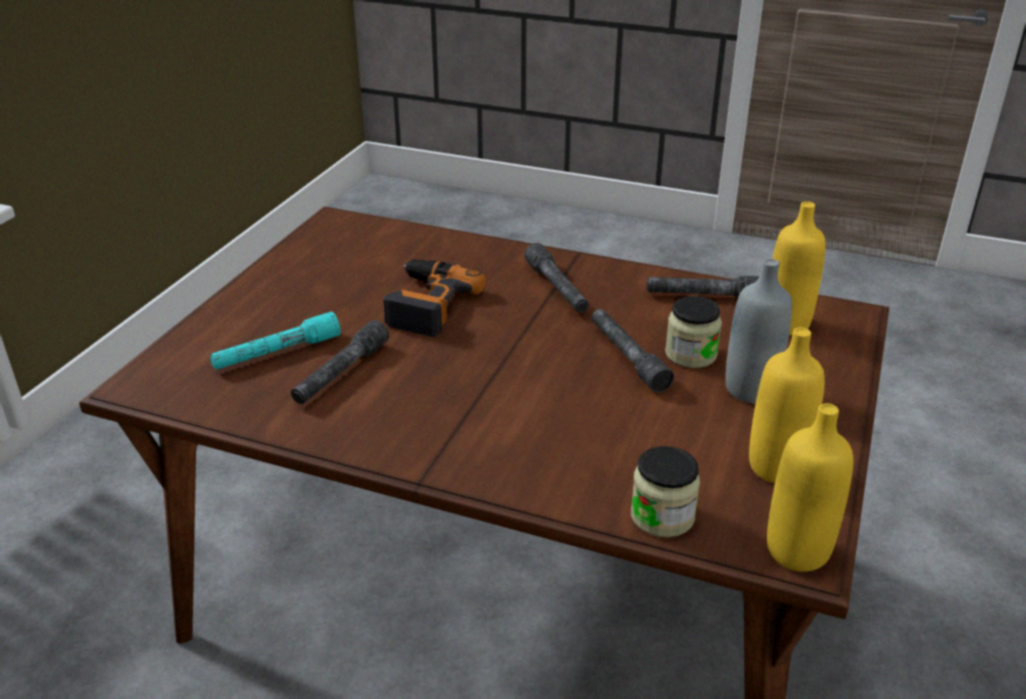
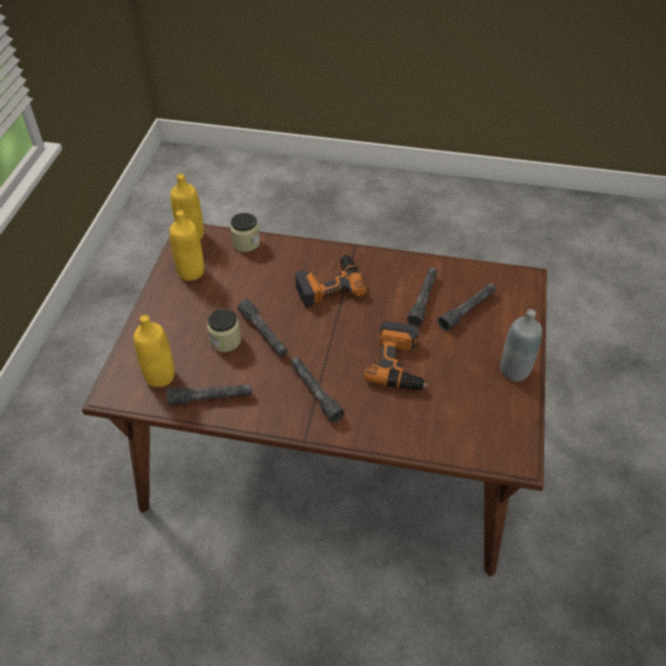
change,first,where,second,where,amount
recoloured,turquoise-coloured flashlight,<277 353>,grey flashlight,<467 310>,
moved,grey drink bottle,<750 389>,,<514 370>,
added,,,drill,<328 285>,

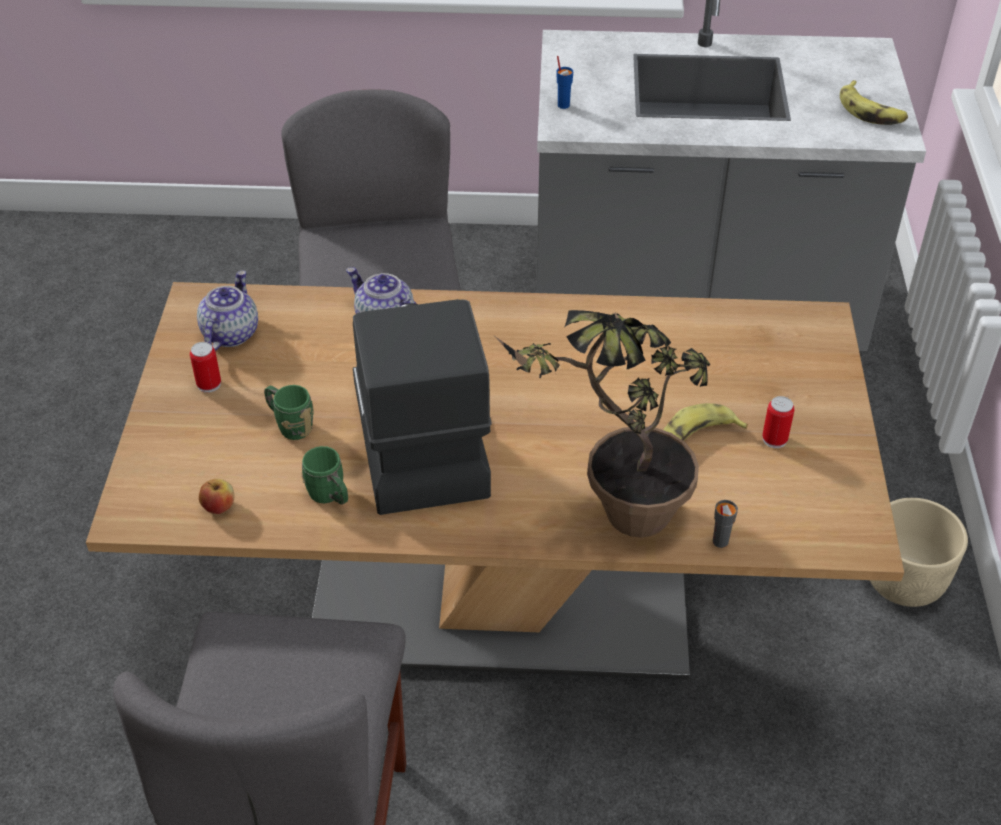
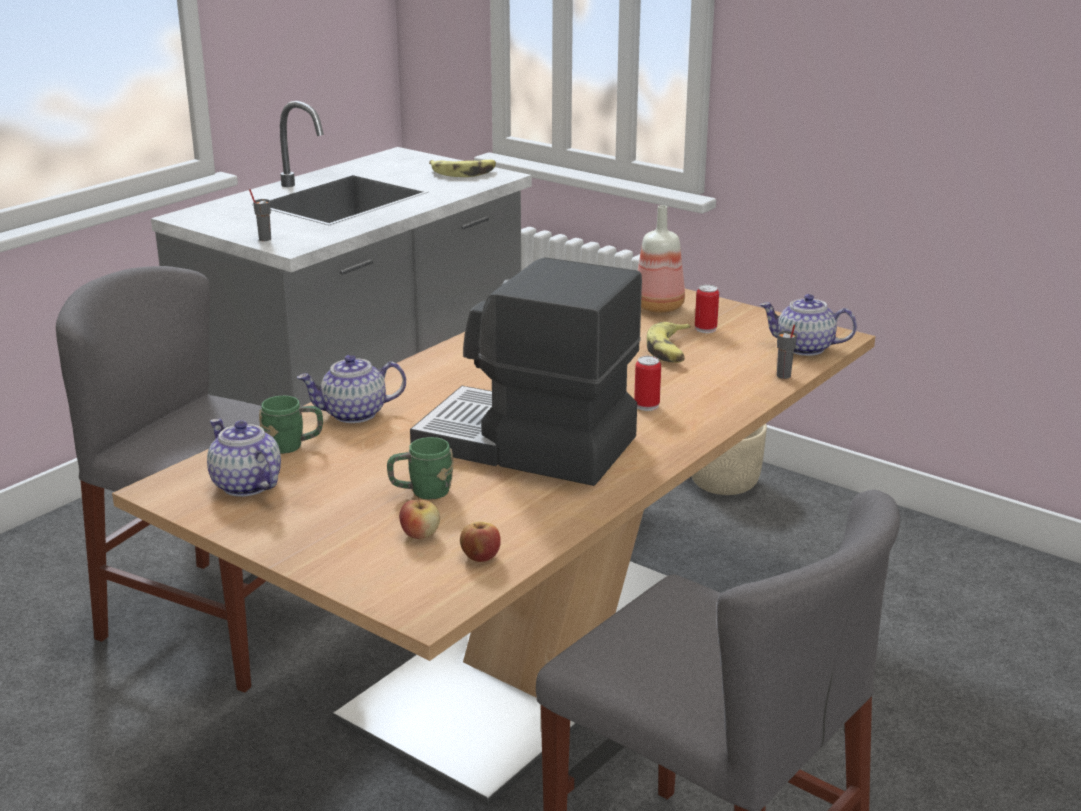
change,first,where,second,where,amount
moved,metal can,<209 384>,,<646 405>,
moved,green mug,<330 496>,,<293 446>,
removed,plant in a pot,<614 517>,,,
recoloured,bluish cup,<563 105>,grey cup,<264 239>,
added,,,whole apple,<420 534>,
added,,,drink bottle,<660 307>,
added,,,pot for tea,<804 348>,

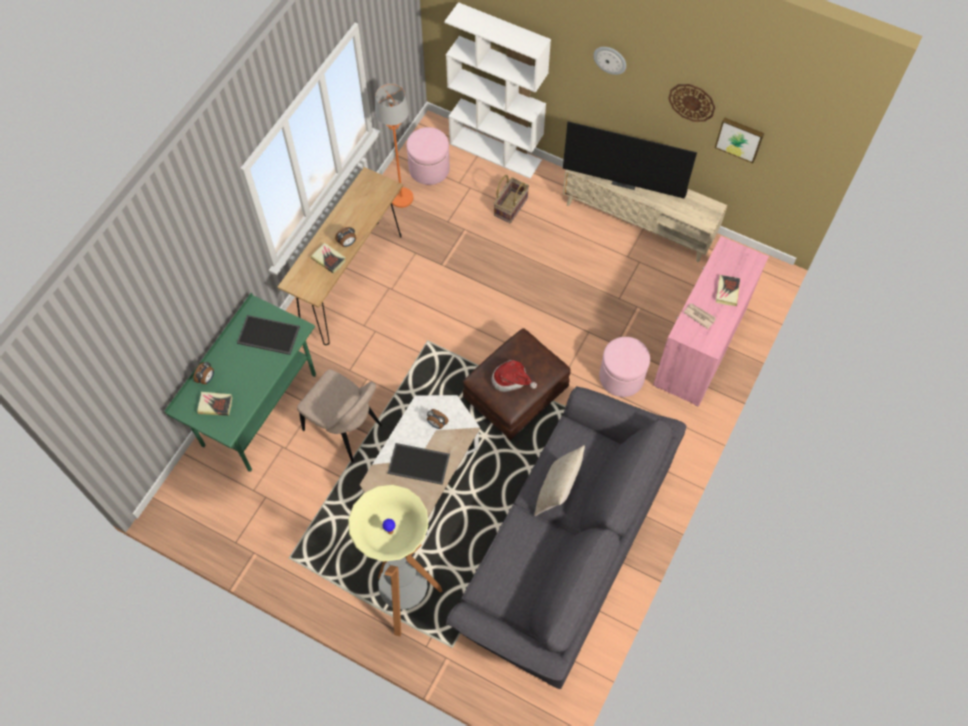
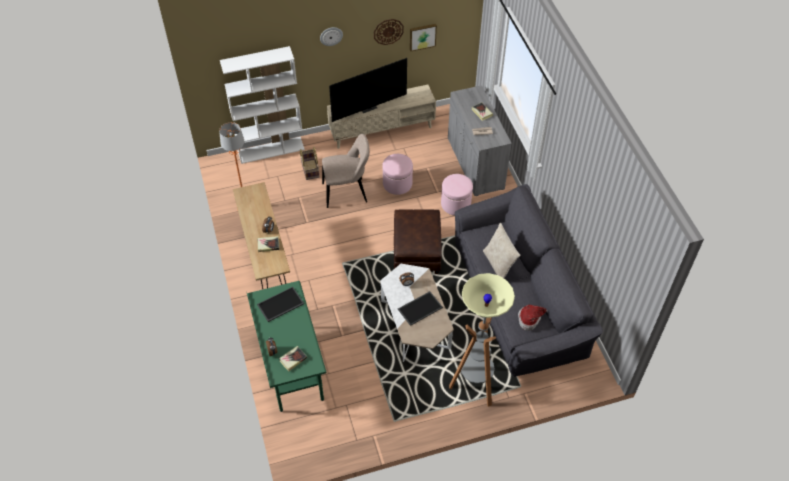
change,first,where,second,where,amount
moved,beige-coloured plain chair,<345 430>,,<347 193>,
moved,pink footrest,<429 169>,,<397 184>,
moved,wearable hat,<511 380>,,<530 319>,
recoloured,pink cabinet,<699 347>,grey cabinet,<475 164>,

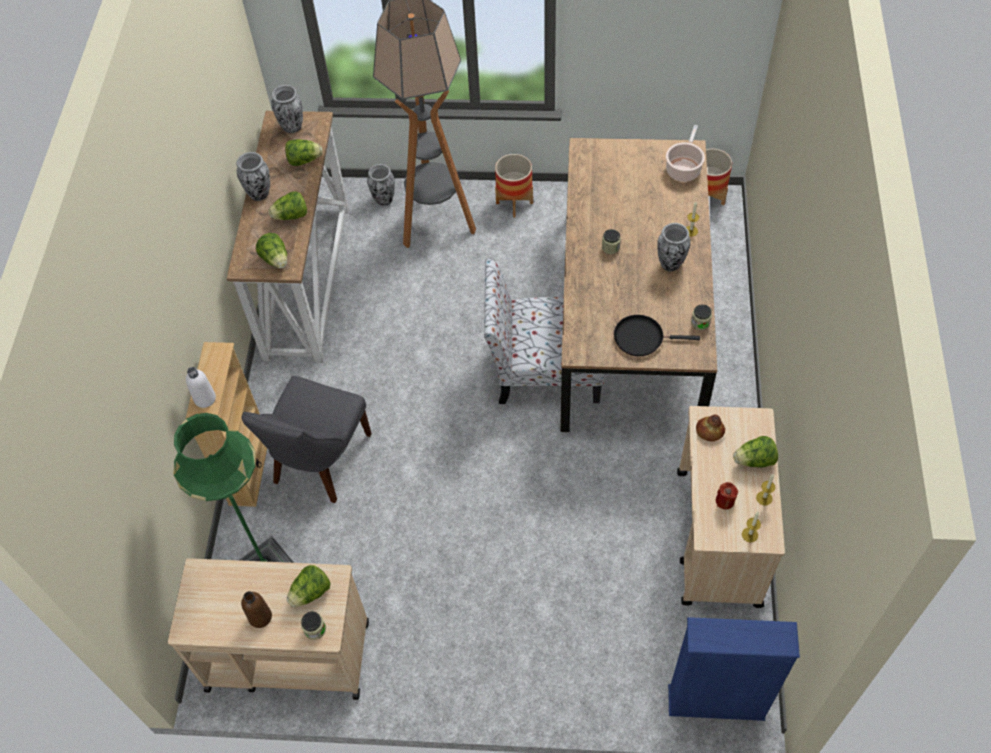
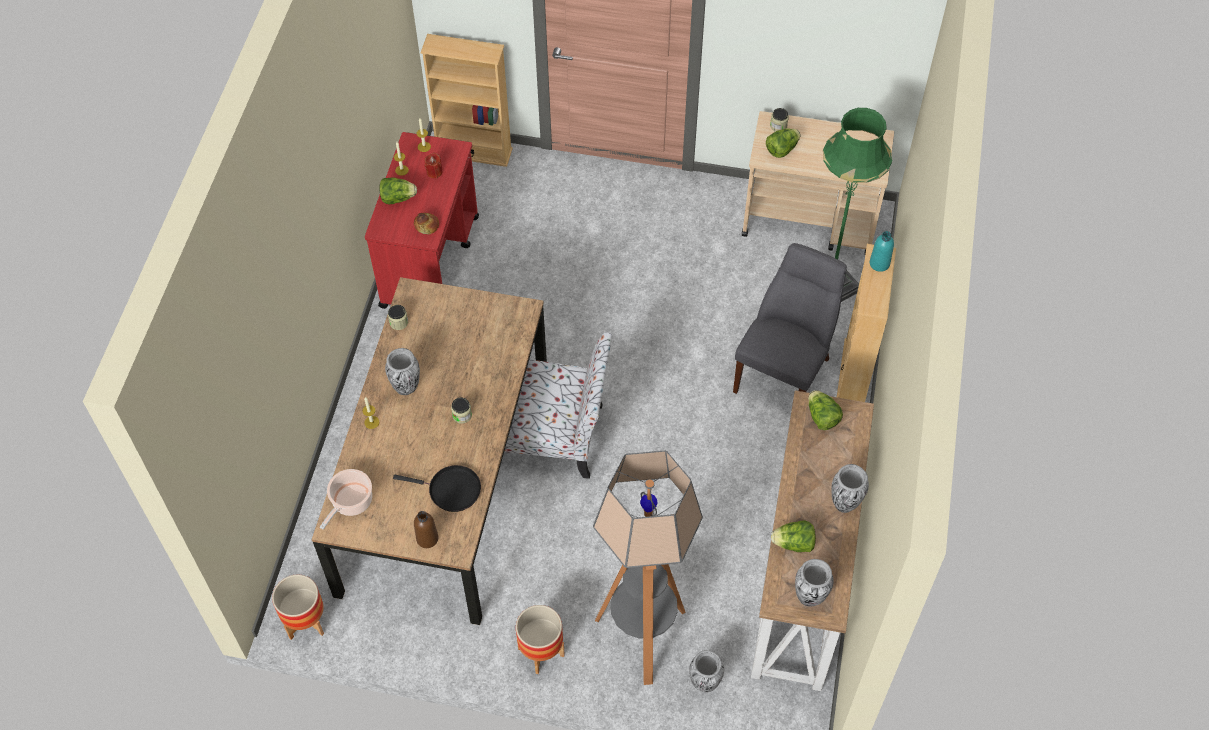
change,first,where,second,where,amount
recoloured,whitish drink bottle,<205 398>,turquoise-coloured drink bottle,<879 263>,
moved,brown-coloured drink bottle,<260 617>,,<427 538>,
removed,head of lettuce,<291 216>,,,
moved,black skillet,<642 338>,,<451 490>,
recoloured,bluish shelving unit,<716 703>,beige-coloured shelving unit,<474 152>,
recoloured,beige-coloured trolley,<718 538>,red trolley,<430 260>,

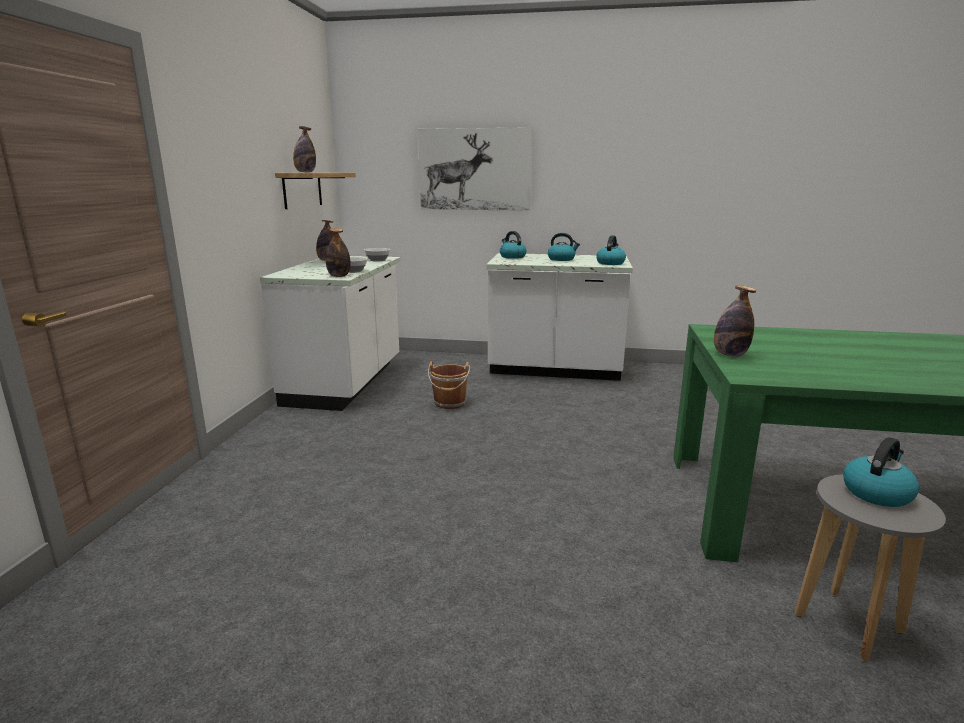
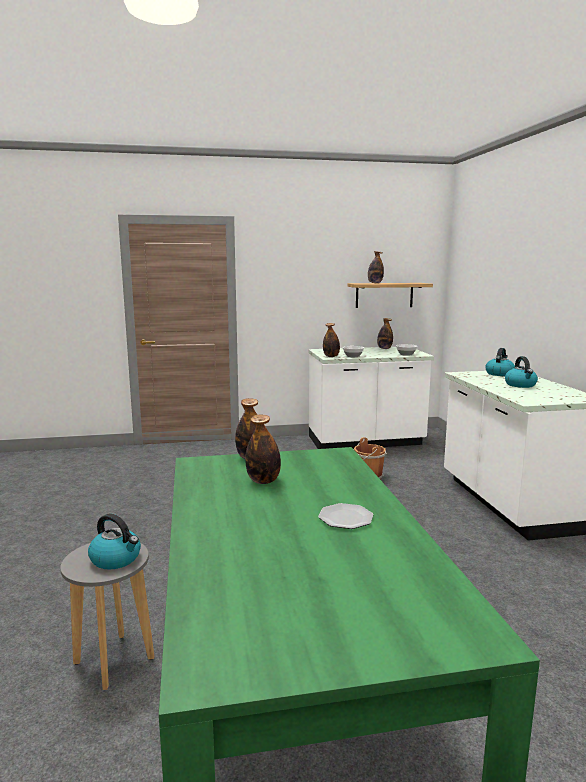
change,first,where,second,where,amount
removed,wall art,<475 169>,,,
removed,water kettle,<610 263>,,,
added,,,drink bottle,<263 481>,
added,,,plate,<346 518>,

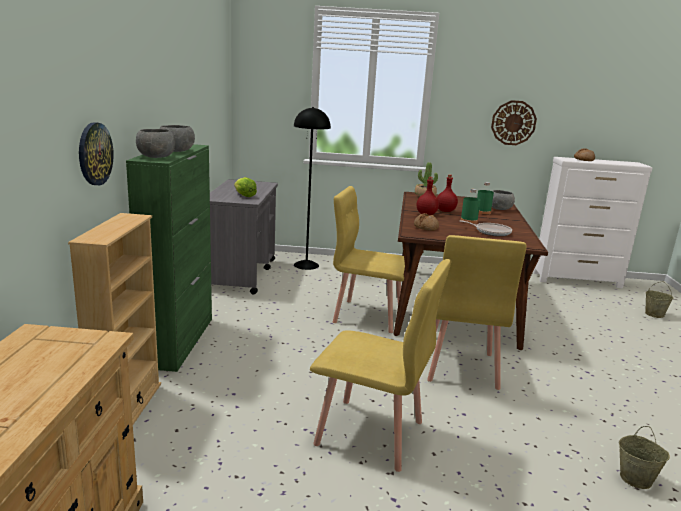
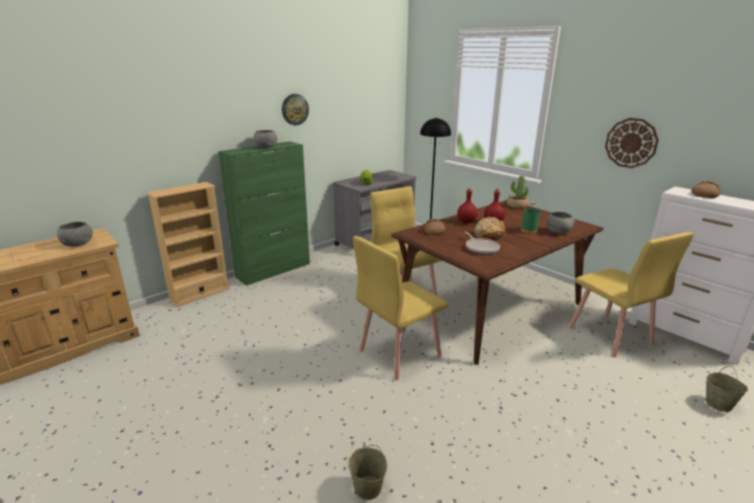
change,first,where,second,where,amount
moved,wall clock,<94 154>,,<294 109>,
moved,grey bowl,<156 157>,,<78 244>,
moved,yellow plain chair,<370 433>,,<610 335>,
replaced,green drink bottle,<469 221>,bread,<489 235>,

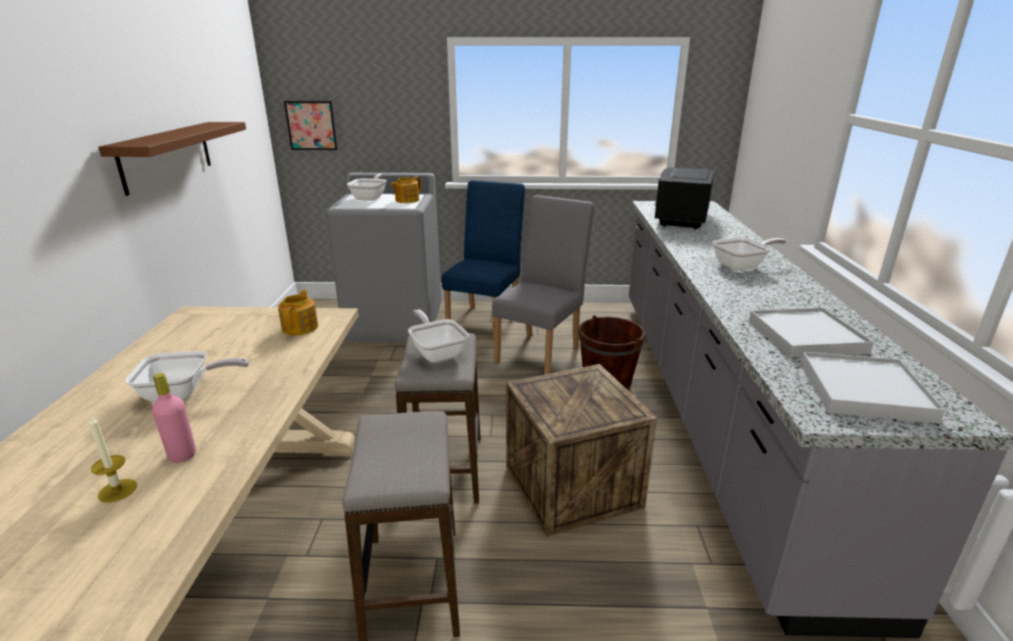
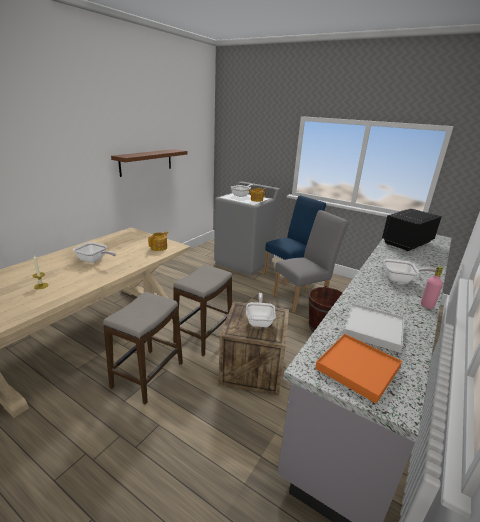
change,first,where,second,where,amount
moved,pink drink bottle,<182 455>,,<427 305>,
removed,wall art,<311 125>,,,
moved,skillet,<437 352>,,<260 320>,
recoloured,whitish carrying tray,<863 391>,orange carrying tray,<357 368>,

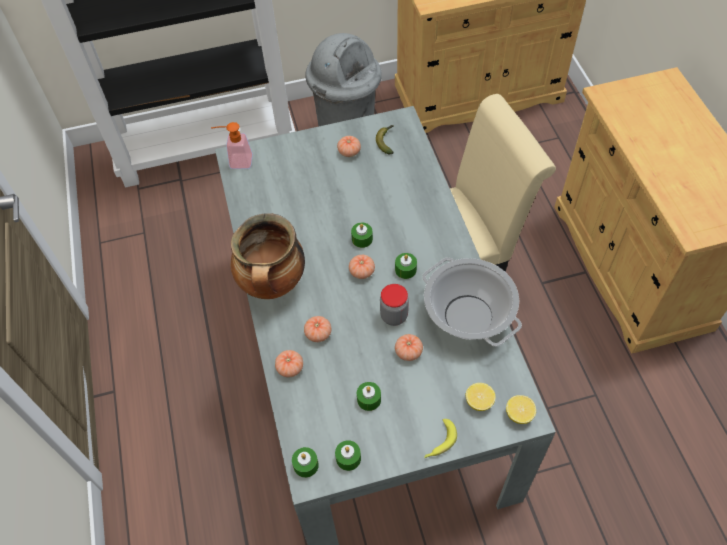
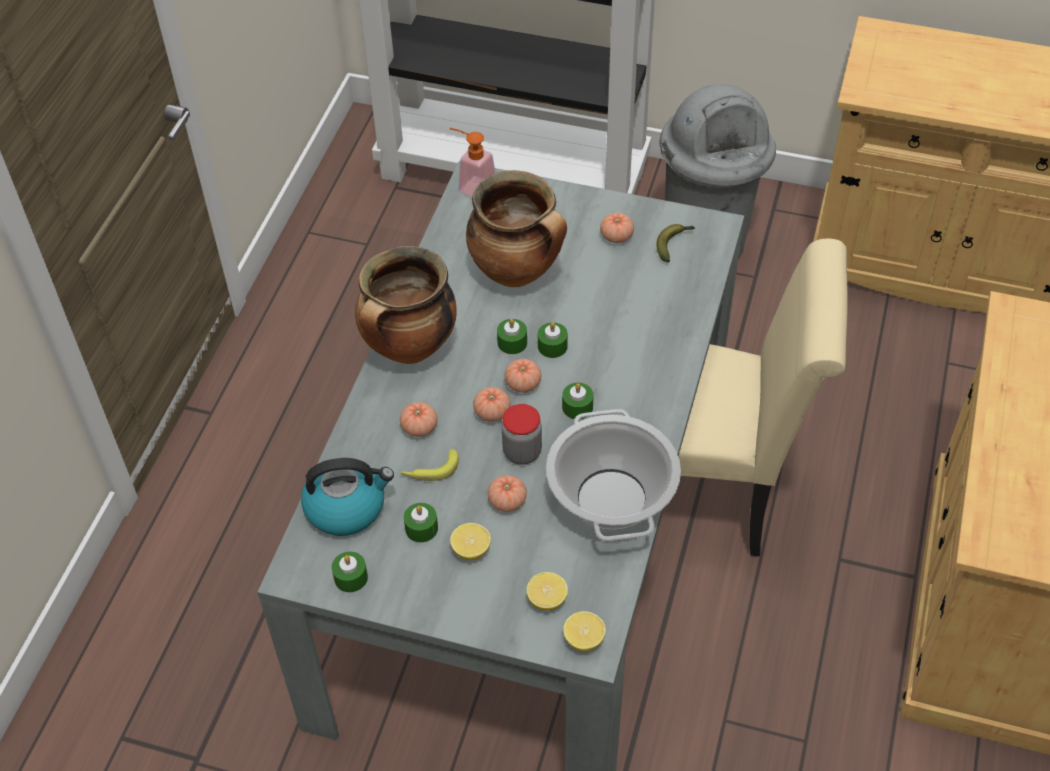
change,first,where,second,where,amount
moved,whole tomato,<290 368>,,<492 412>,
moved,green candle,<306 465>,,<512 342>,
moved,banana fruit,<439 442>,,<430 470>,
added,,,water kettle,<347 507>,
added,,,lemon,<471 550>,
added,,,saucepot,<518 272>,

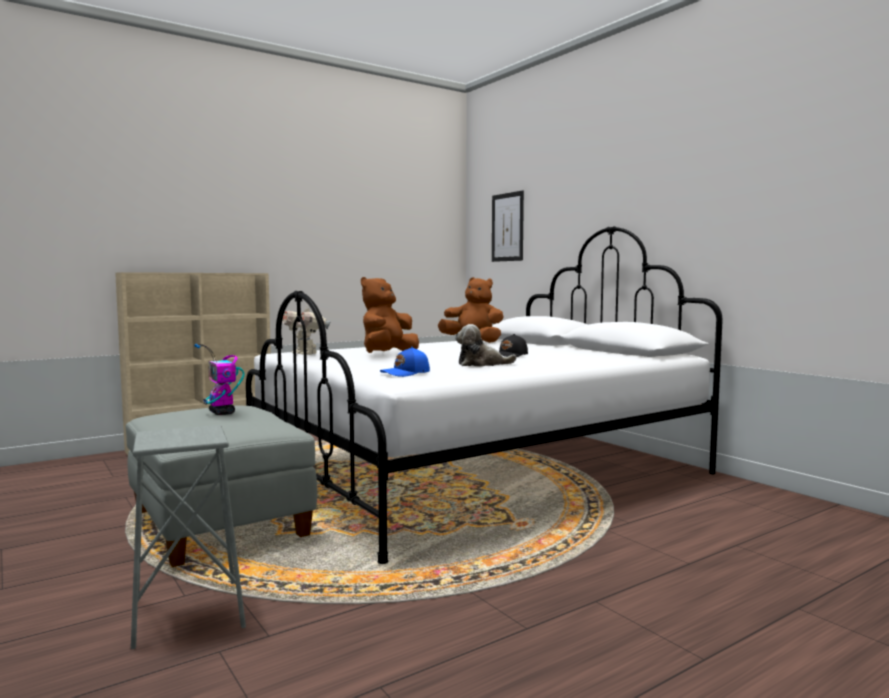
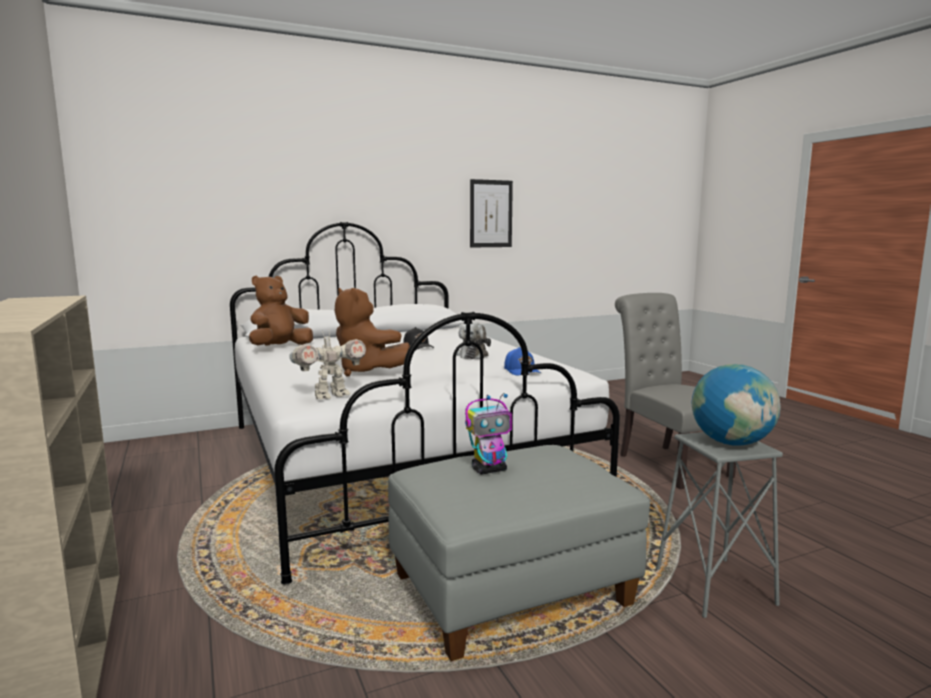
change,first,where,second,where,amount
moved,wall art,<507 227>,,<491 214>,
added,,,grey plain chair,<668 463>,
added,,,world globe,<731 443>,

